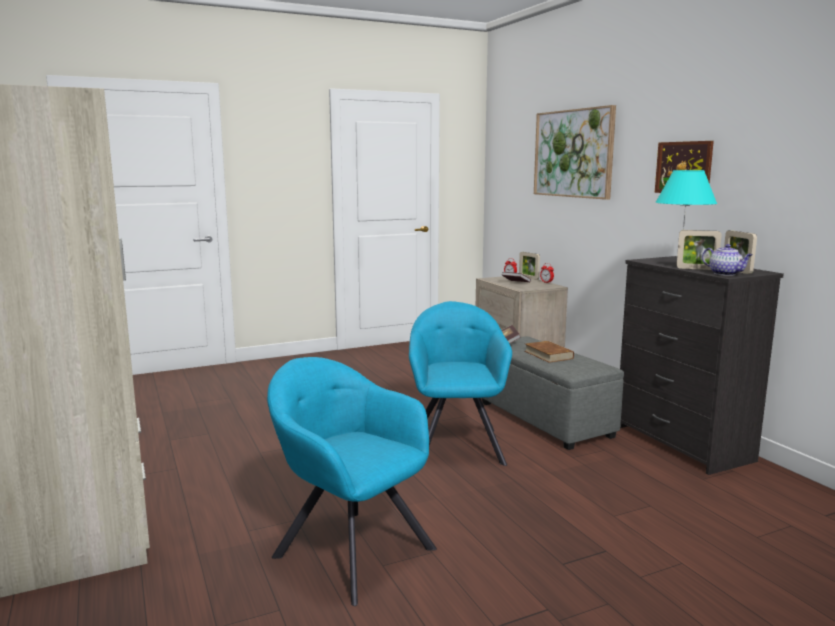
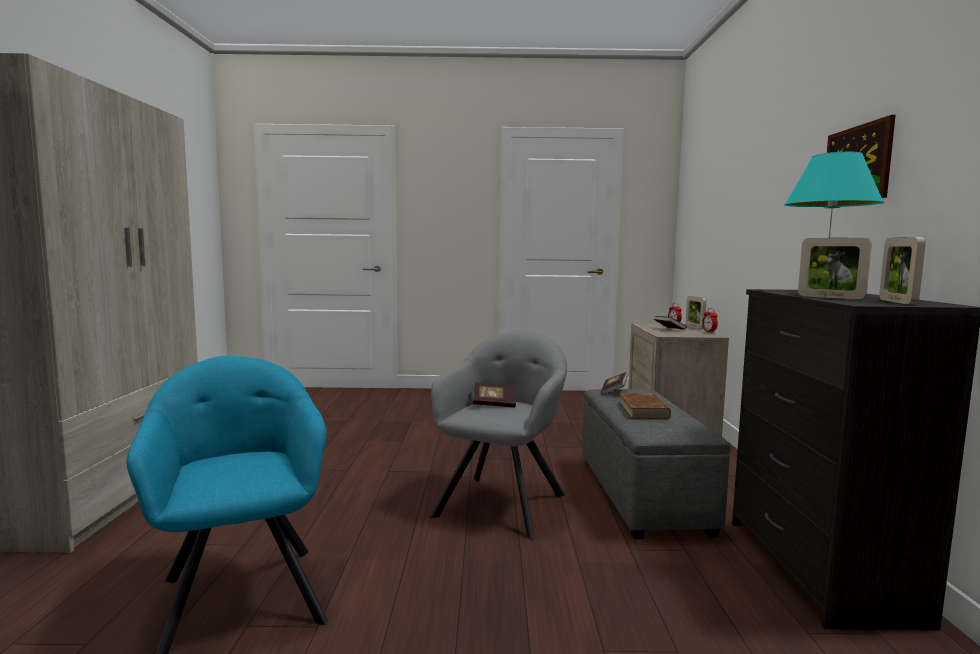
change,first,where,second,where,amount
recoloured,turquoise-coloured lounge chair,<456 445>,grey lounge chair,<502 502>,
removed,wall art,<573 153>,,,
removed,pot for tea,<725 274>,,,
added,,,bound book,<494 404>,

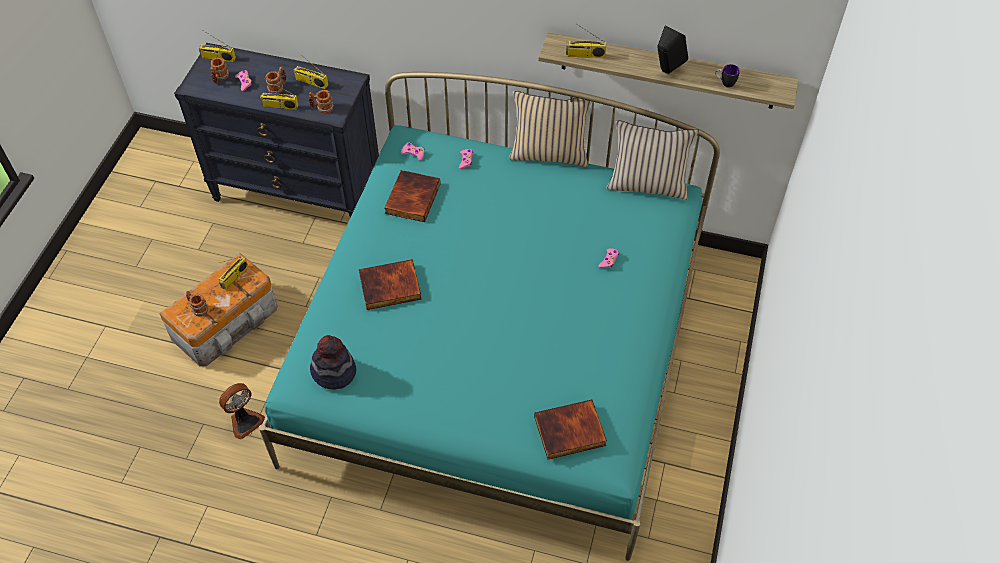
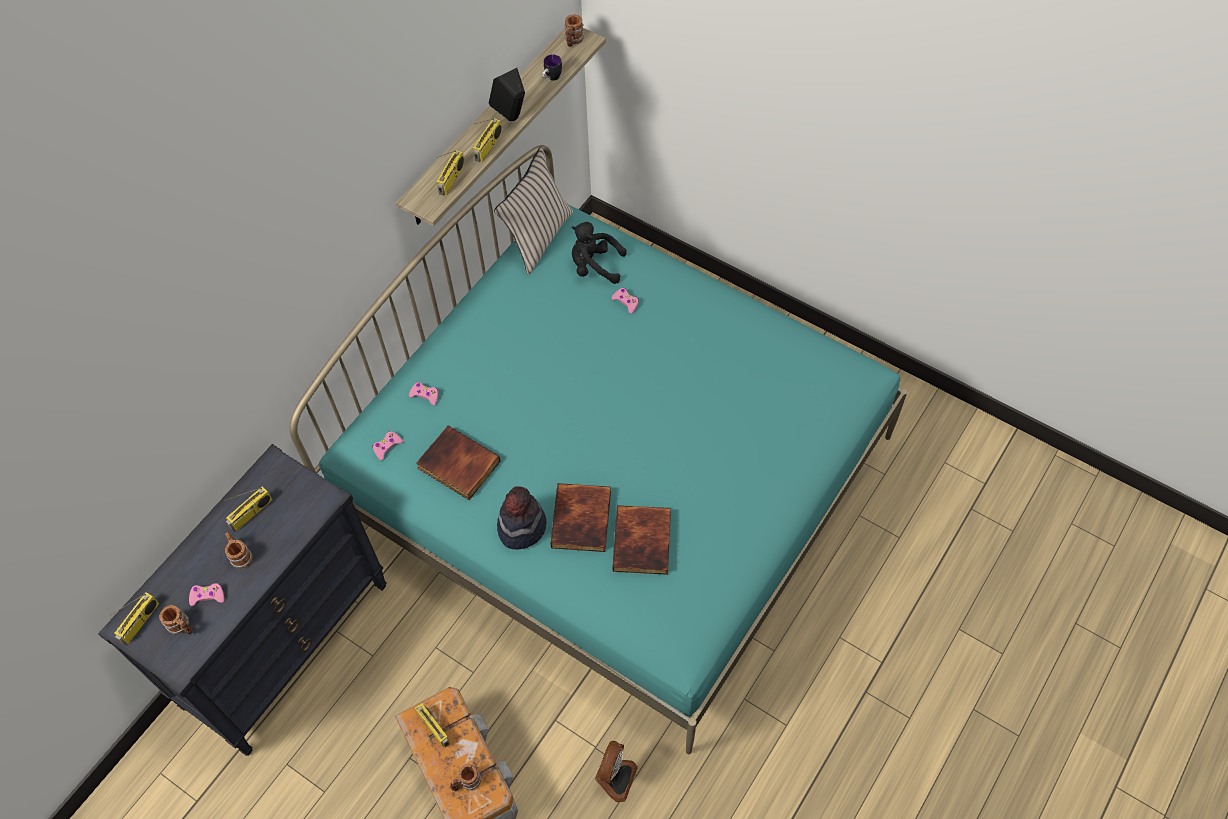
change,first,where,second,where,amount
turned,fan,<245 421>,,<614 777>,45 degrees clockwise
moved,radio set,<280 106>,,<488 147>,
moved,mug,<322 108>,,<573 41>,
moved,wearable hat,<334 372>,,<521 527>,
removed,beige-coloured cushion,<549 154>,,,
moved,bound book,<569 432>,,<643 542>,
added,,,black soft toy,<595 266>,

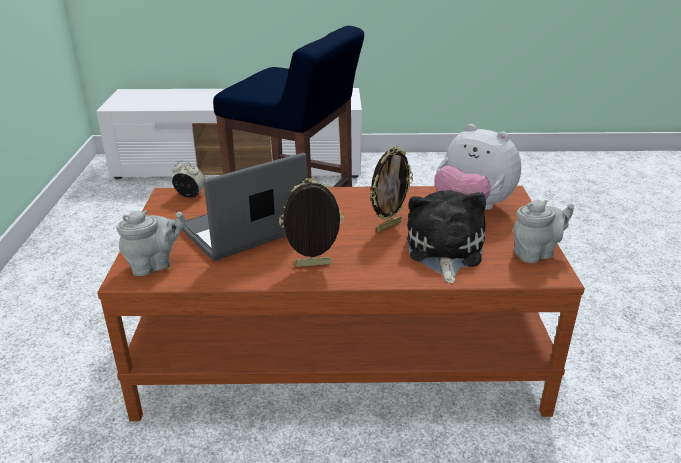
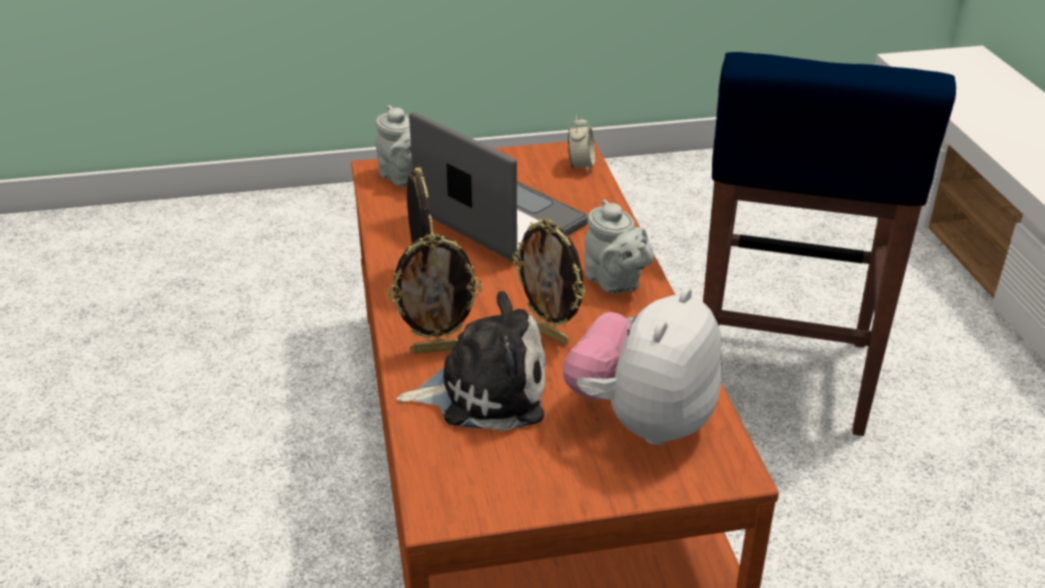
change,first,where,second,where,amount
moved,grey pot for tea,<536 253>,,<615 283>,
added,,,photo frame,<438 349>,

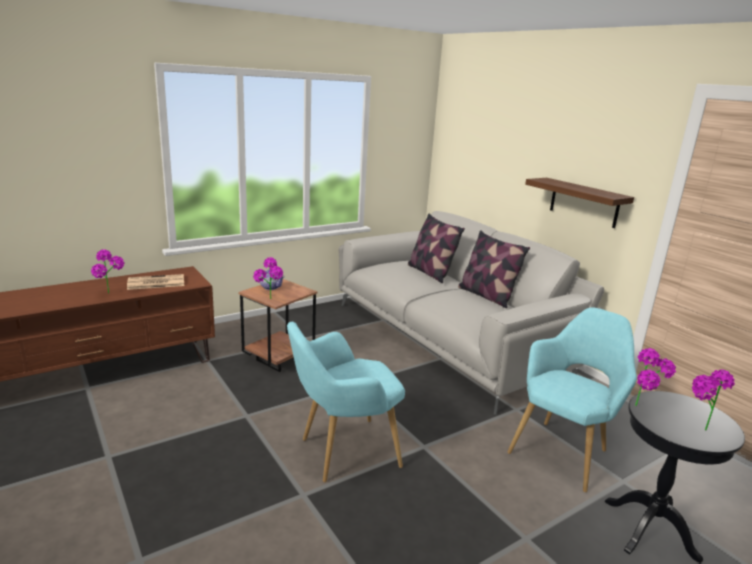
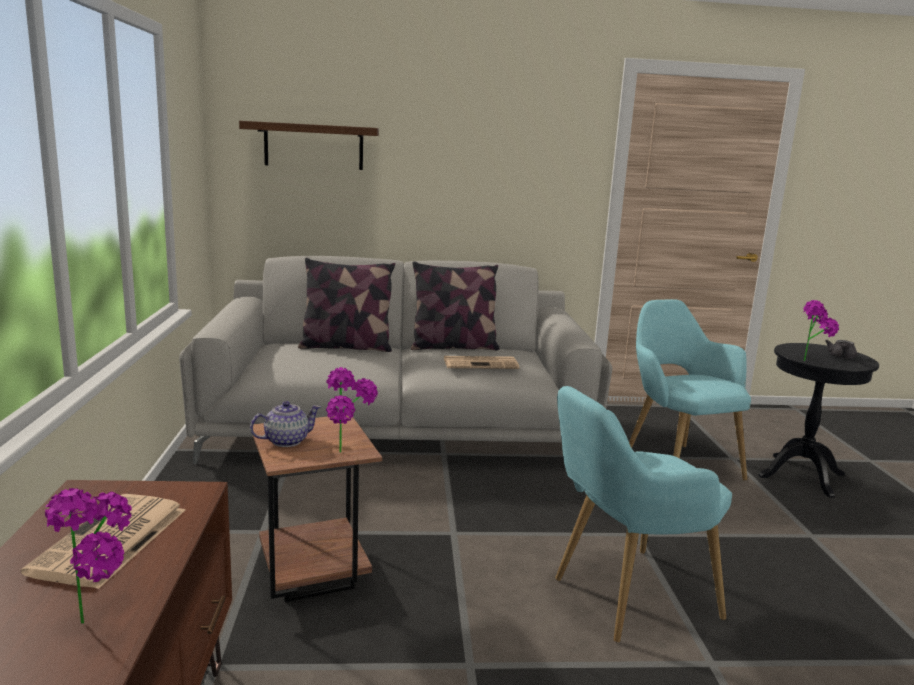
change,first,where,second,where,amount
turned,turquoise-coloured lounge chair,<342 452>,,<624 597>,60 degrees clockwise
moved,wall shelf,<584 202>,,<314 146>,
replaced,plant in a pot,<695 427>,grey pot for tea,<841 357>,
added,,,daily paper,<481 363>,

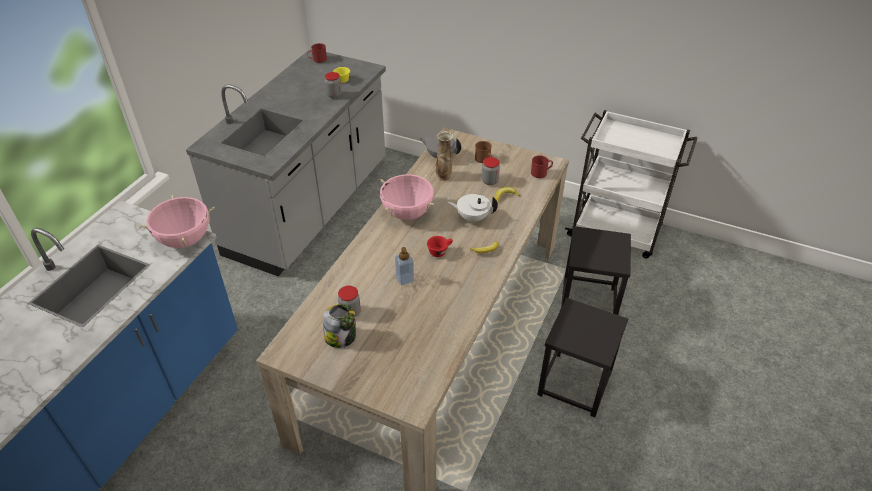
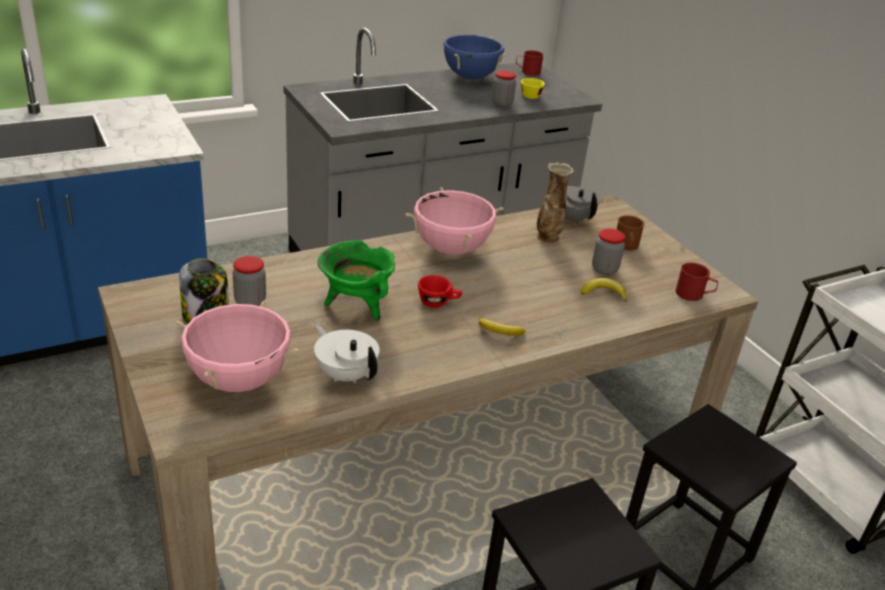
change,first,where,second,where,amount
moved,pink saucepot,<185 240>,,<239 380>,
replaced,soap bottle,<405 279>,green saucepot,<356 305>,
moved,whitish pot for tea,<472 217>,,<346 374>,
added,,,bluish saucepot,<470 77>,

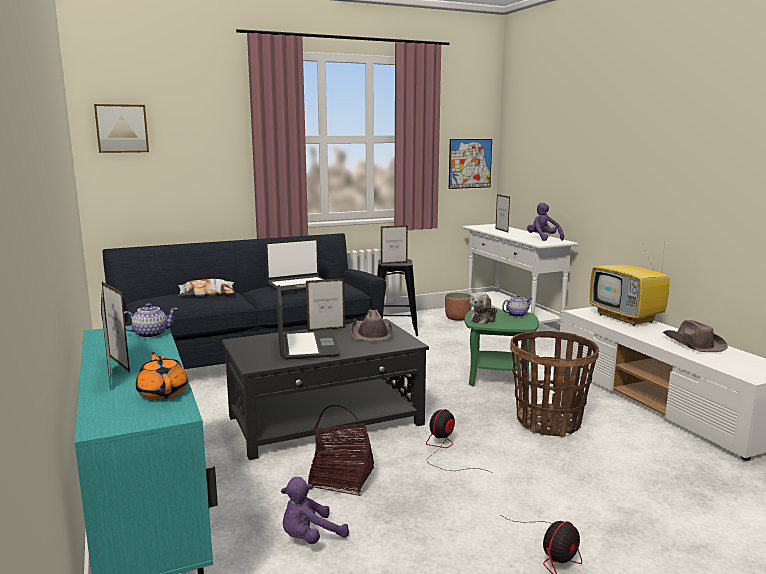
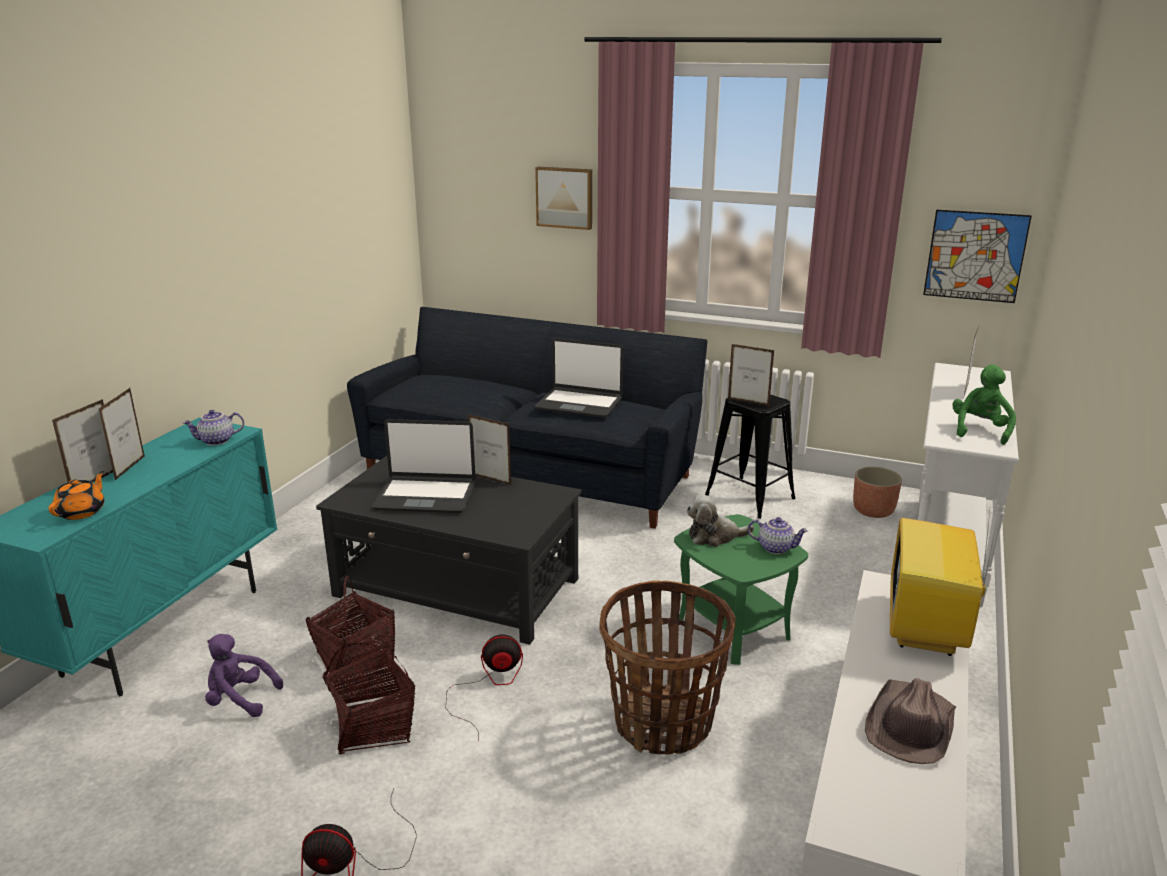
change,first,where,second,where,amount
moved,wall art,<121 128>,,<565 197>,
turned,pot for tea,<151 334>,,<216 441>,135 degrees clockwise
removed,cushion,<207 293>,,,
turned,portable computer,<306 347>,,<425 496>,60 degrees clockwise
removed,brown-coloured wearable hat,<372 333>,,,
recoloured,purple-coloured soft toy,<543 238>,green soft toy,<980 430>,
added,,,storage basket,<373 726>,

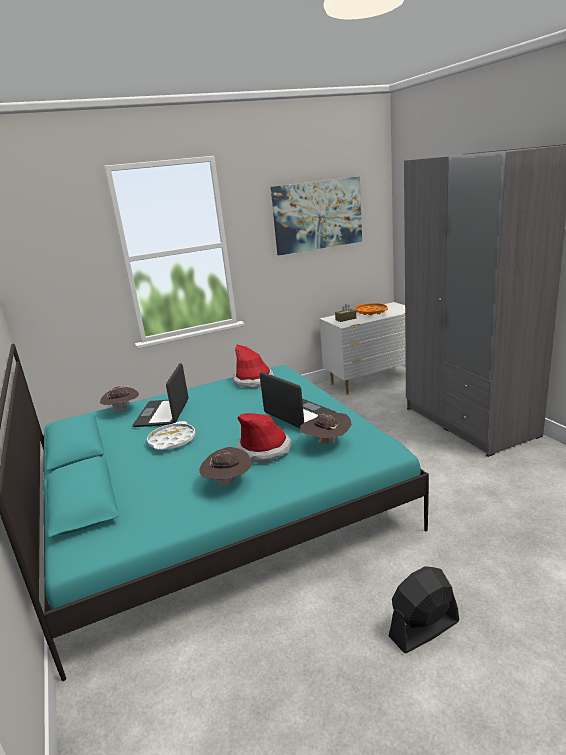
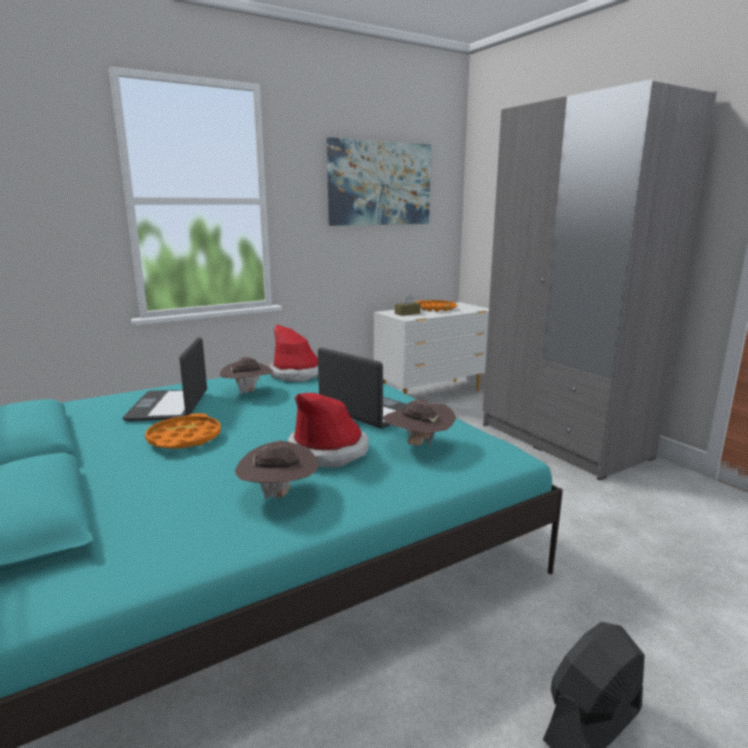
change,first,where,second,where,amount
moved,brown-coloured wearable hat,<122 411>,,<248 392>,
recoloured,whitish carrying tray,<172 440>,orange carrying tray,<184 438>,

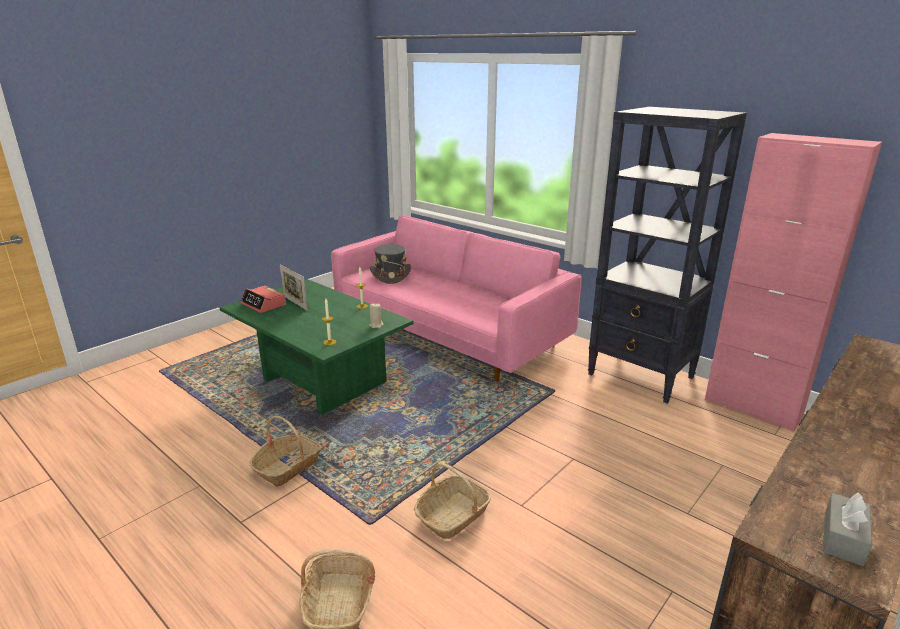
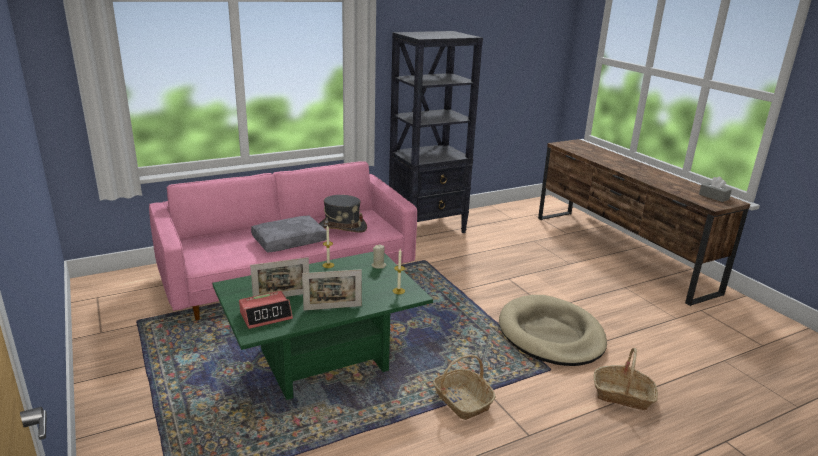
change,first,where,second,where,amount
moved,grey wearable hat,<390 275>,,<342 227>,
replaced,storage basket,<452 515>,beige-coloured dog bed,<551 335>,
removed,pink cabinet,<753 407>,,,
added,,,grey cushion,<289 240>,
added,,,photo frame,<332 308>,

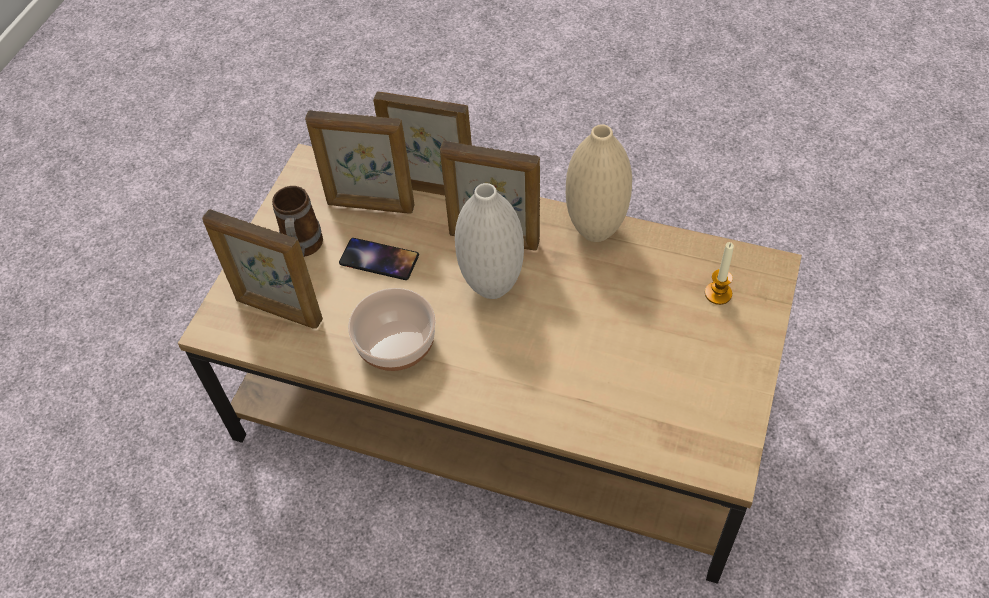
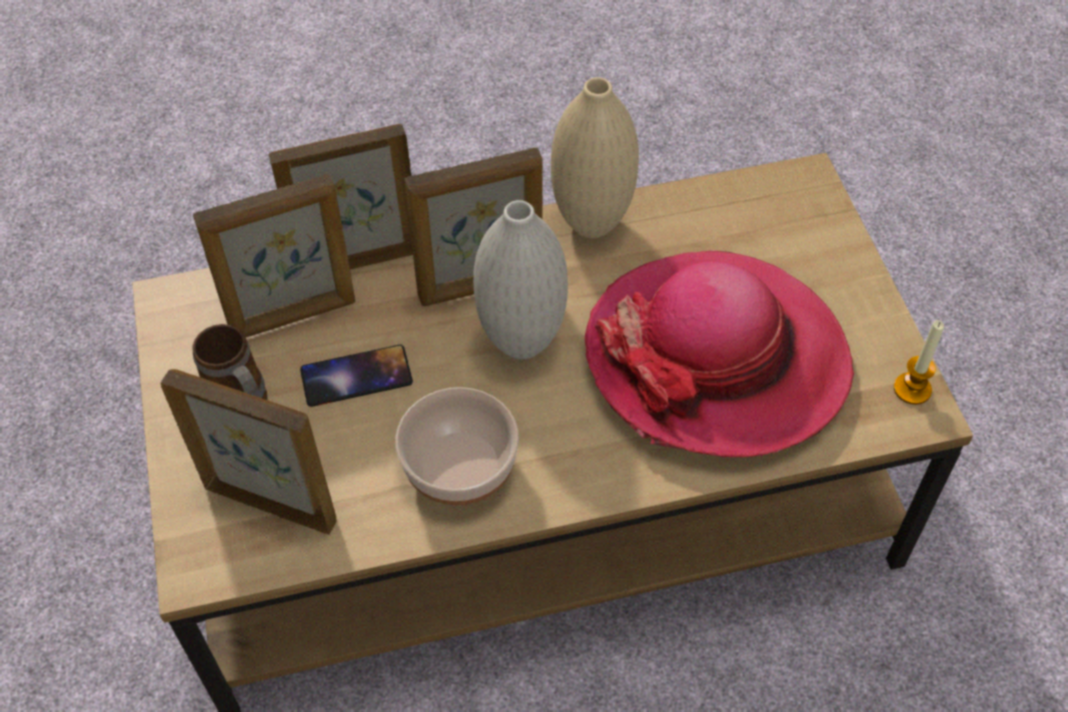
change,first,where,second,where,amount
turned,photo frame,<278 310>,,<271 502>,150 degrees counterclockwise
moved,candle,<718 293>,,<912 389>,
added,,,wearable hat,<716 359>,

